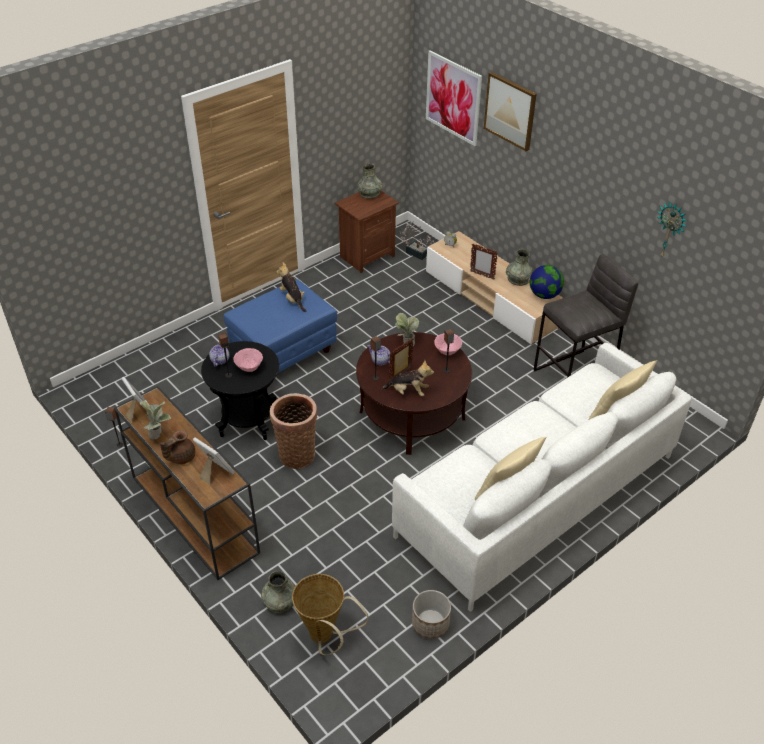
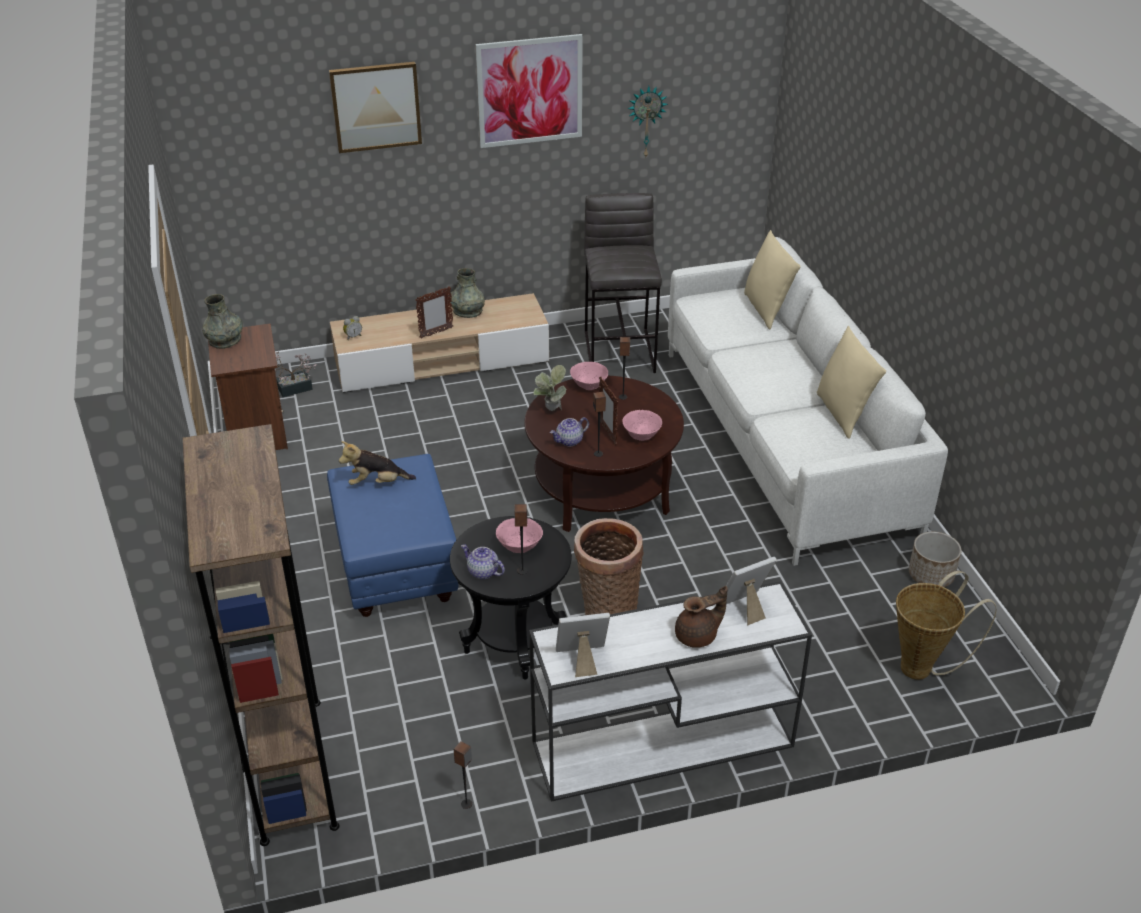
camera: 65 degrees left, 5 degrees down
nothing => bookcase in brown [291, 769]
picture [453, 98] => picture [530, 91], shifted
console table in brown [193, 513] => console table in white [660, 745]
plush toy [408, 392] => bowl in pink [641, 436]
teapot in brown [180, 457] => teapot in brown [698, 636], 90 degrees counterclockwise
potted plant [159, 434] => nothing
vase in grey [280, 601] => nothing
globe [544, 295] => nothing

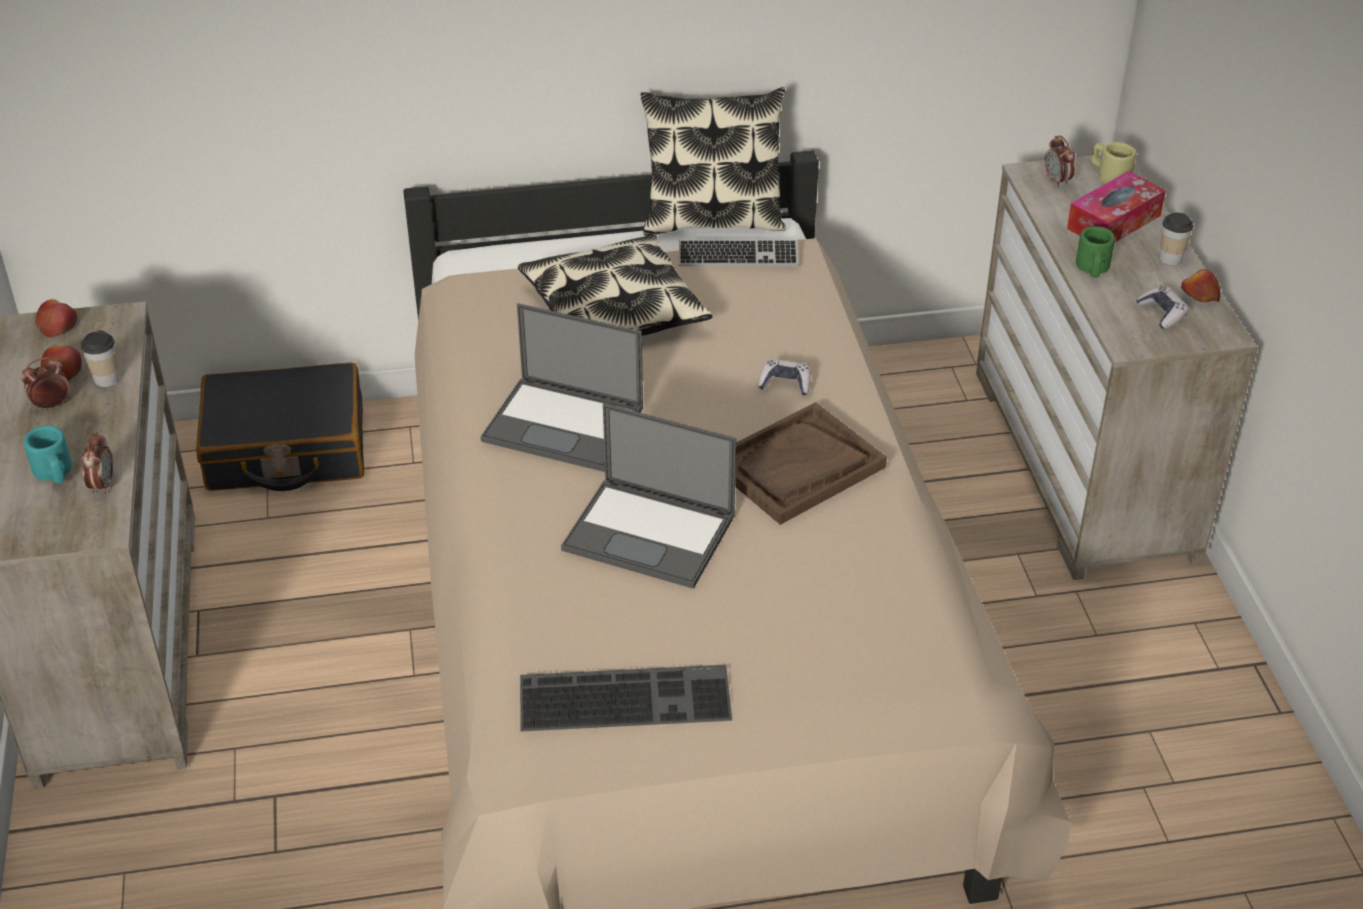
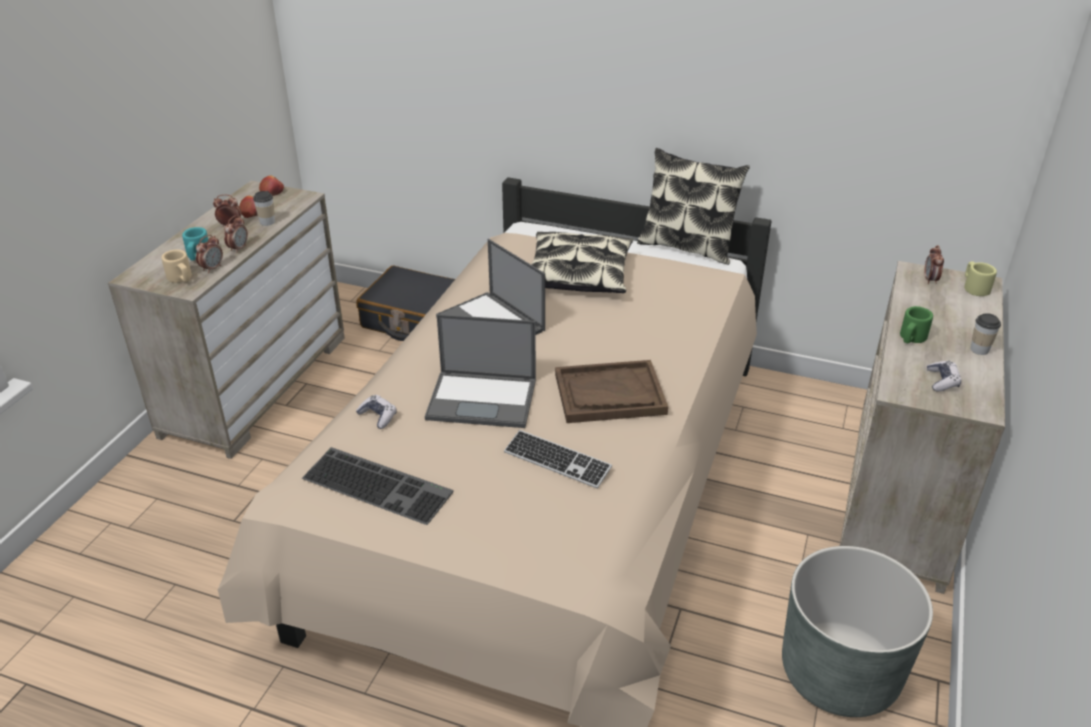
camera: 30 degrees right, 5 degrees down
nothing => mug in beige [181, 278]
nothing => alarm clock [238, 248]
game controller [785, 384] => game controller [378, 416], shifted
laptop [651, 533] => laptop [483, 399], 45 degrees counterclockwise
keyboard [738, 256] => keyboard [557, 461], shifted
nothing => planter in grey [839, 673]
tissue box [1114, 222] => nothing
apple [1199, 296] => nothing

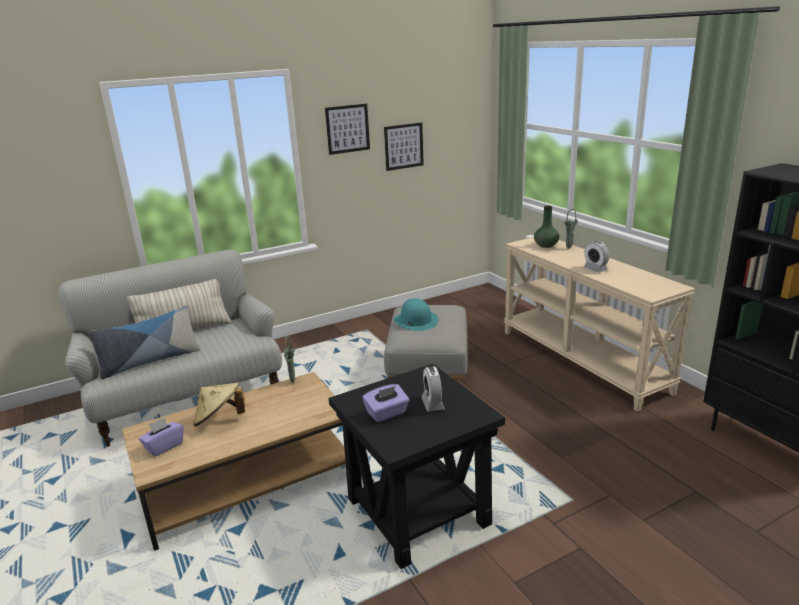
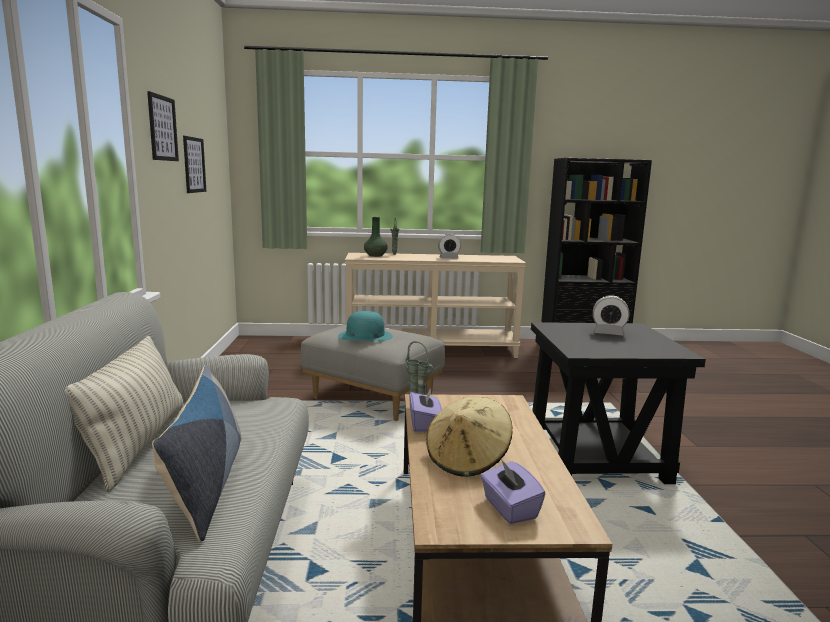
camera: 65 degrees left, 10 degrees down
tissue box in purple [387, 413] => tissue box in purple [424, 424], shifted

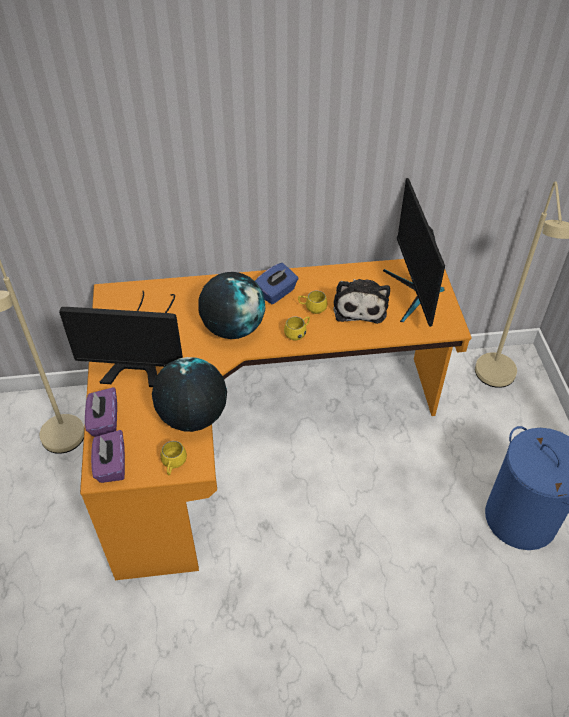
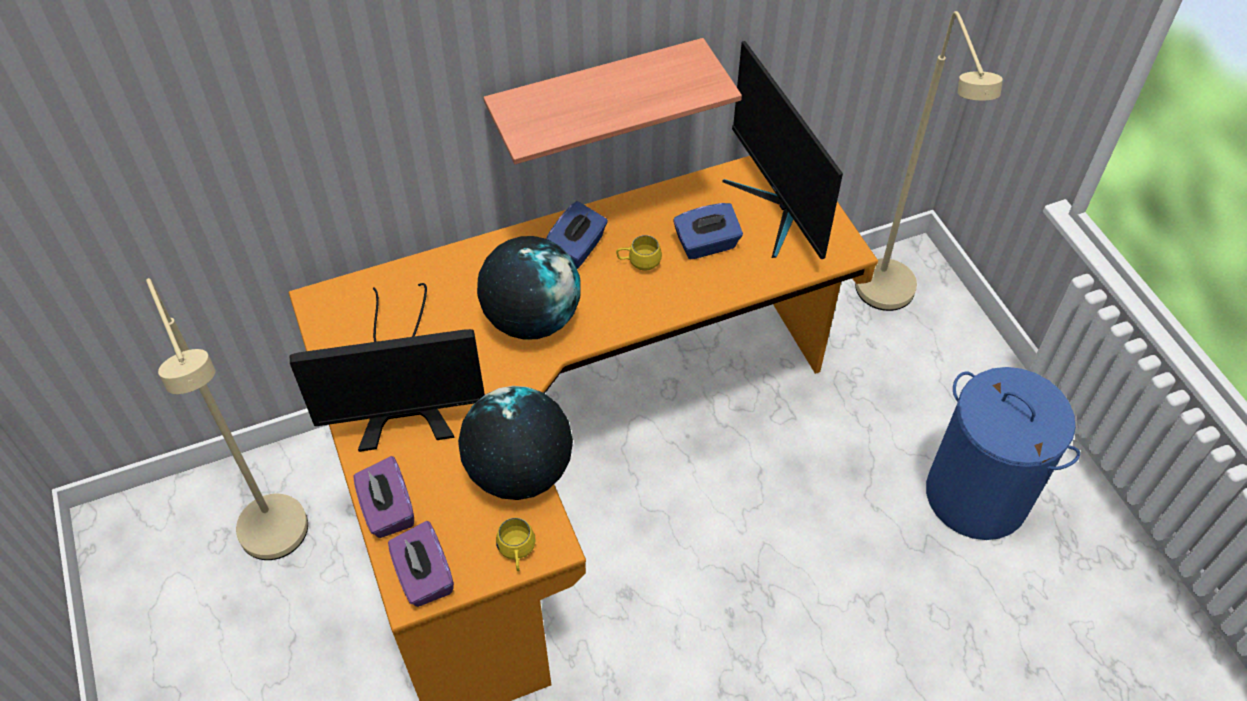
camera: 15 degrees left, 5 degrees up
nothing => shelf [596, 97]
plush toy [360, 306] => tissue box in blue [707, 245]
mug in yellow [298, 333] => nothing

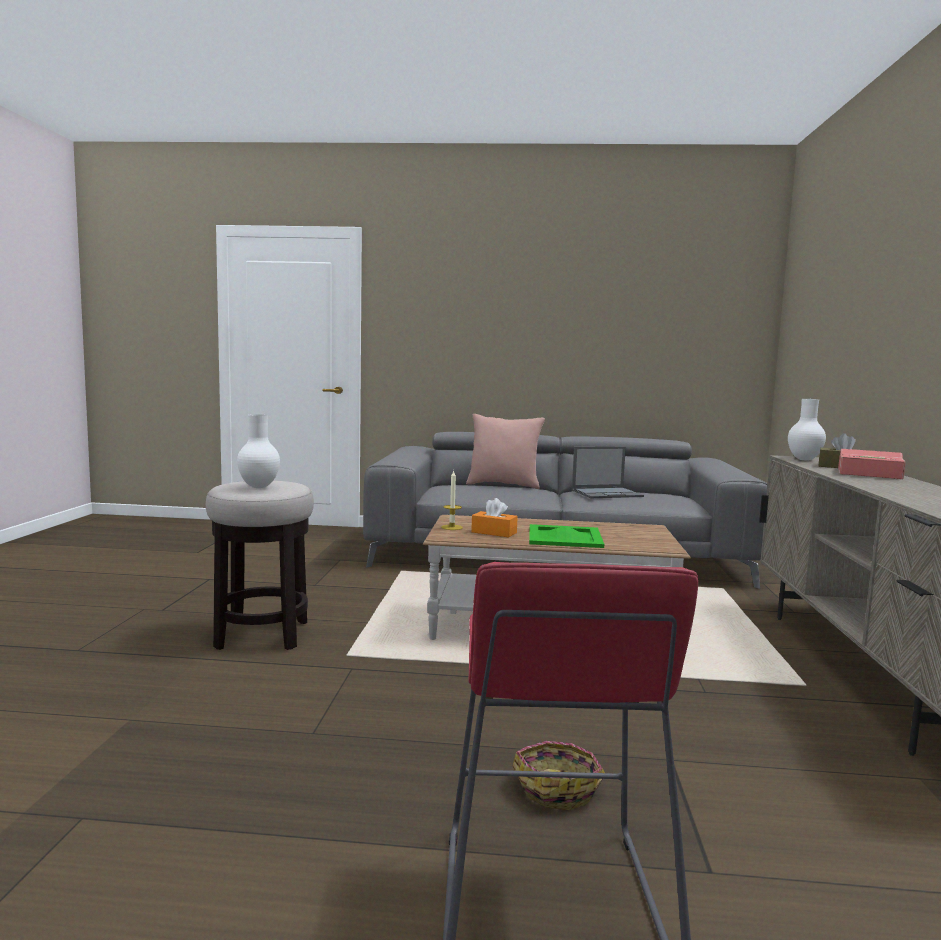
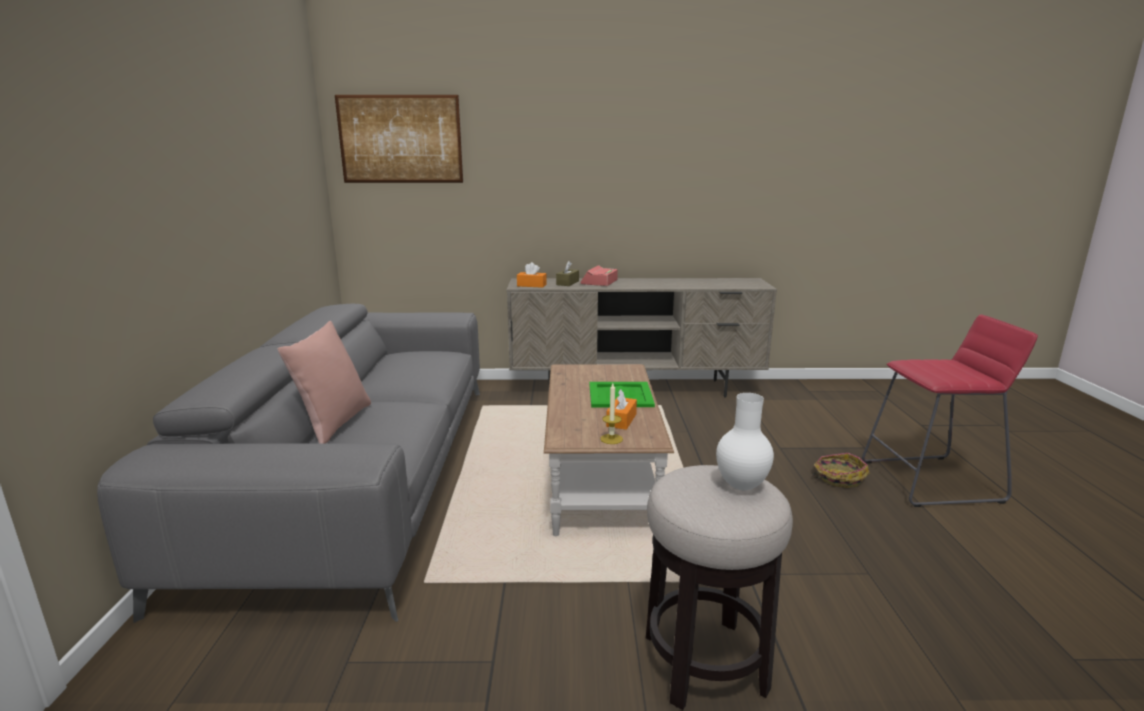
camera: 95 degrees left, 10 degrees up
nothing => picture [400, 139]
vase in white [803, 459] => tissue box in orange [531, 285]
laptop [607, 493] => nothing

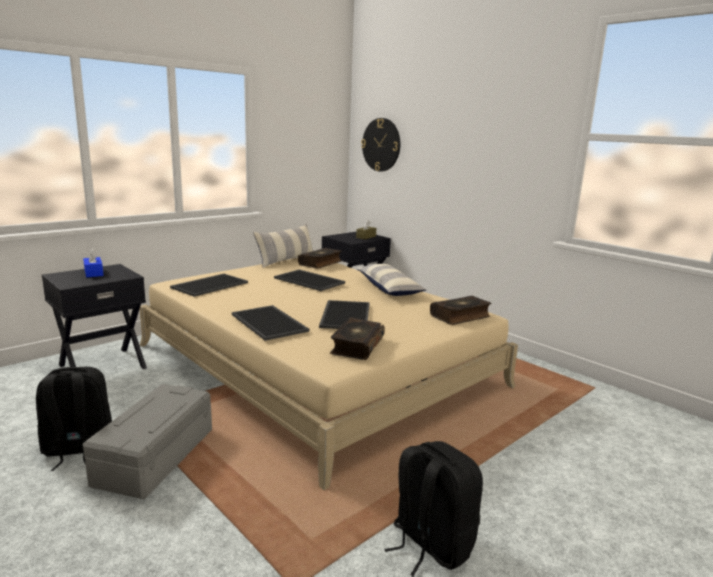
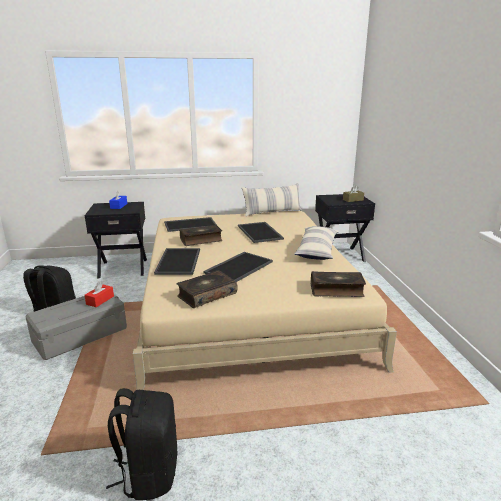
camera: 35 degrees right, 5 degrees up
nothing => tissue box in red [100, 300]
book [320, 263] => book [201, 240], shifted
wall clock [381, 145] => nothing

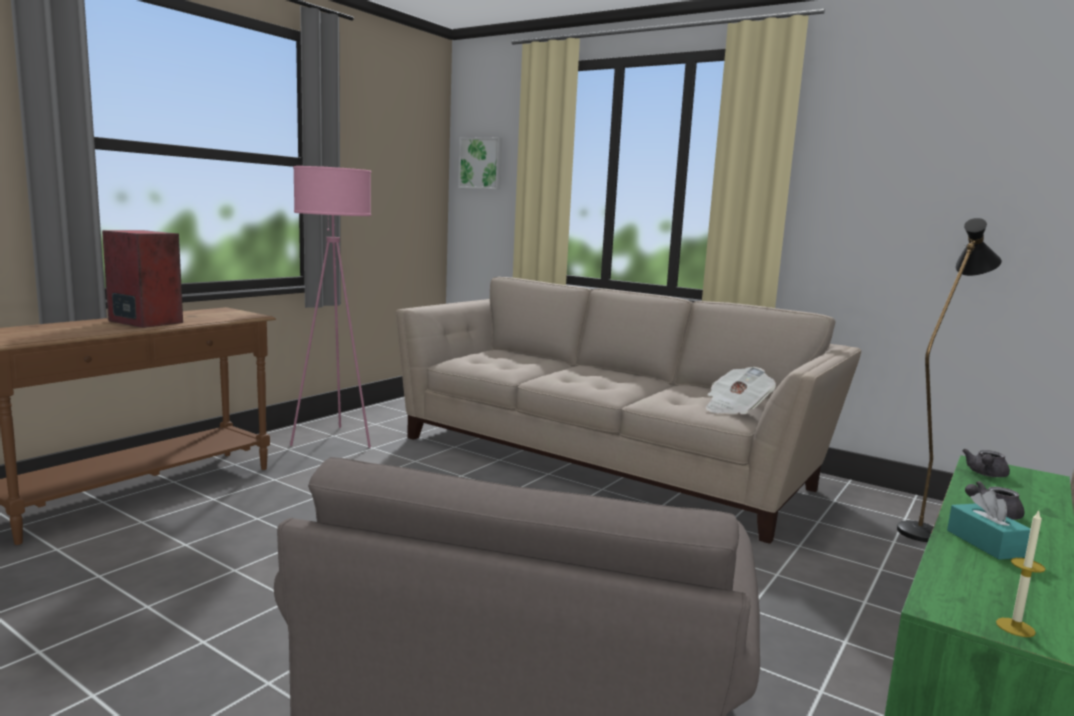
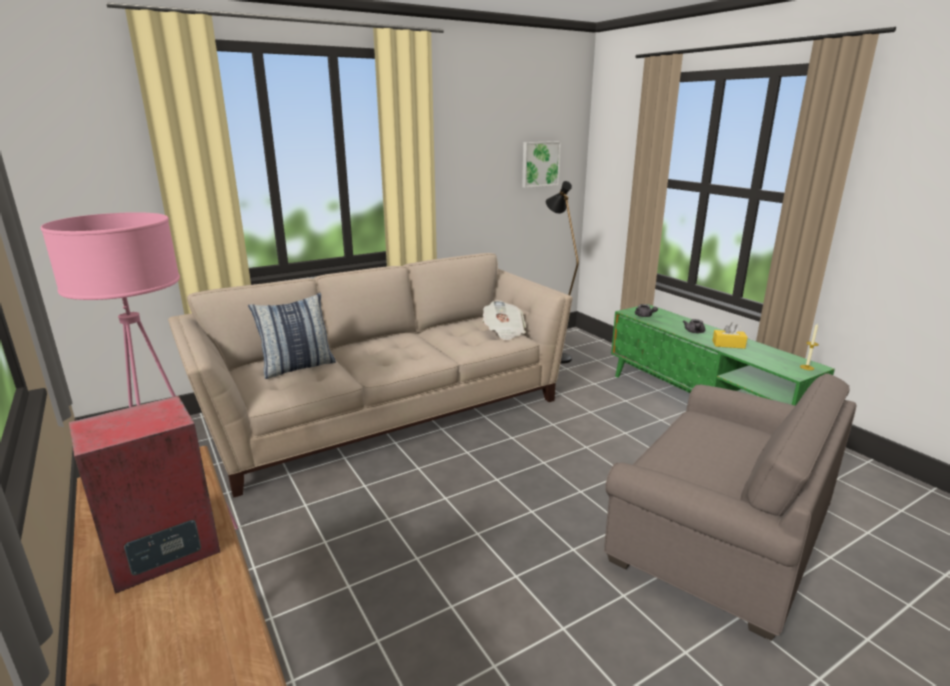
camera: 65 degrees left, 10 degrees up
nothing => pillow [298, 367]
picture [481, 163] => picture [539, 164], shifted
tissue box in turquoise [985, 543] => tissue box in yellow [728, 345]

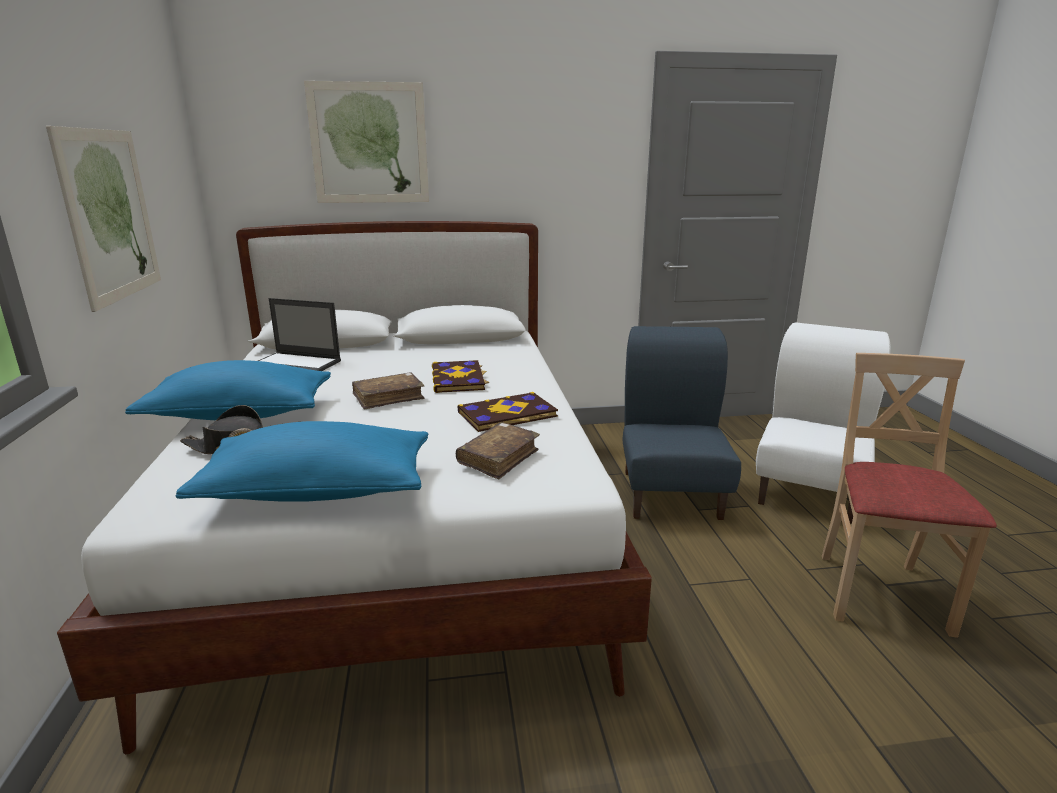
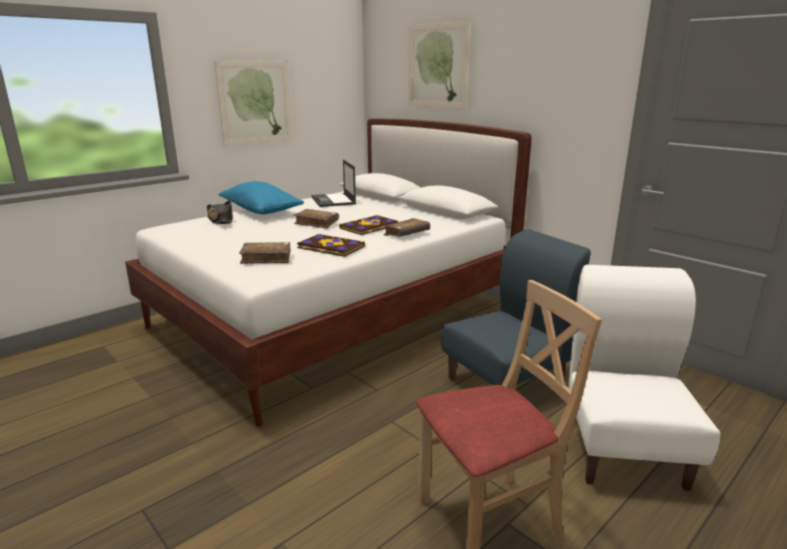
camera: 55 degrees right, 0 degrees up
nothing => book in brown [406, 234]
chair in white [809, 491] => chair in white [623, 449], 75 degrees counterclockwise
pillow in blue [318, 491] => nothing

